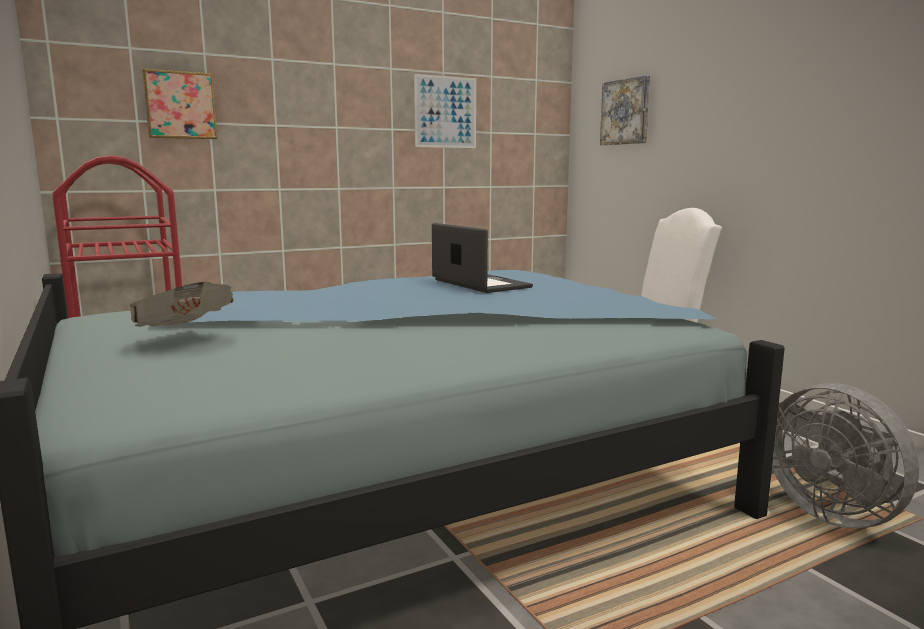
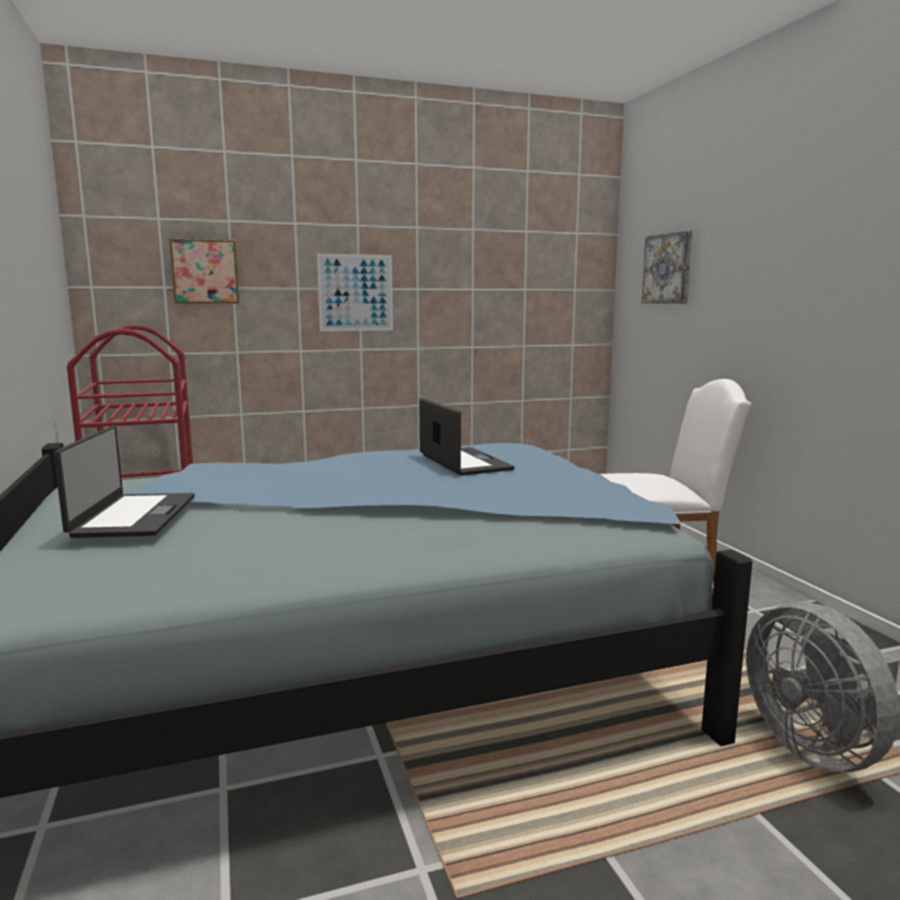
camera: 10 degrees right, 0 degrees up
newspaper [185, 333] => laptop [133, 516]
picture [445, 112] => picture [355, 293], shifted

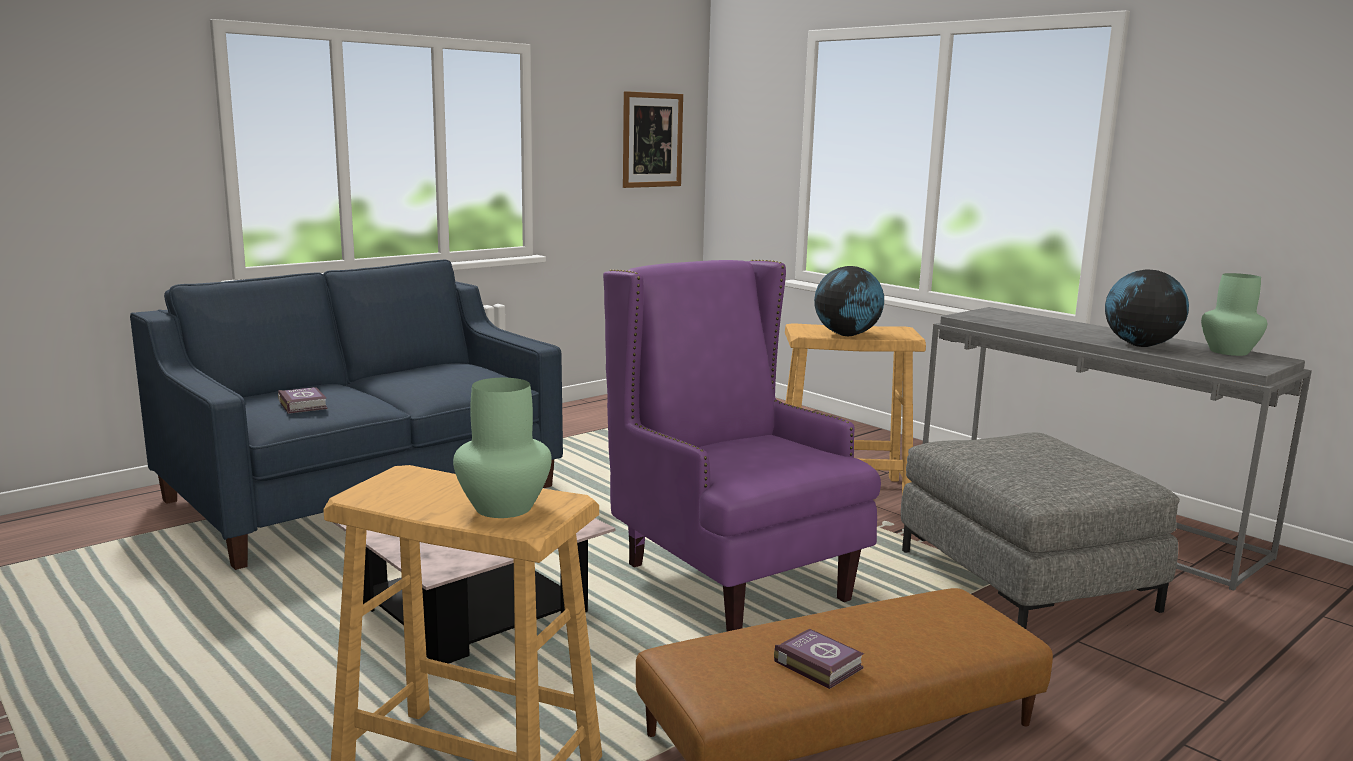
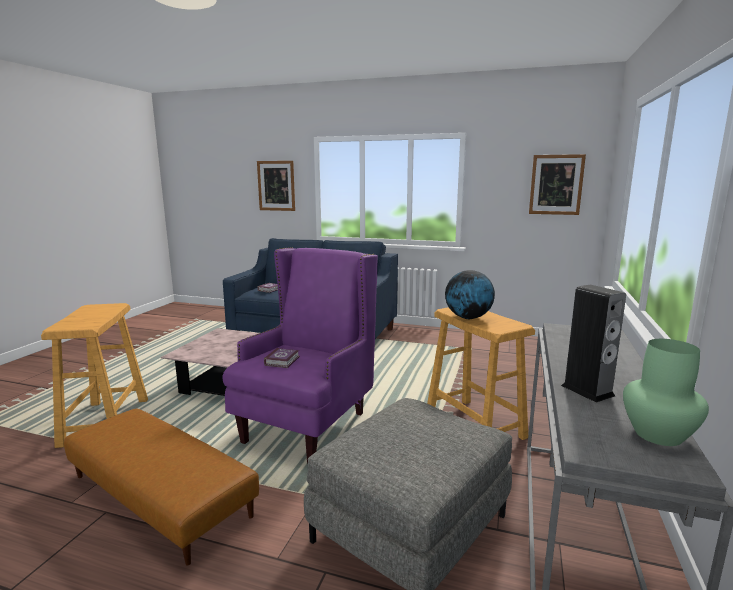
camera: 60 degrees right, 0 degrees up
nothing => picture [276, 186]
book [817, 663] => book [283, 360], shifted
globe [1140, 345] => speaker [587, 390]
vase in green [502, 508] => nothing

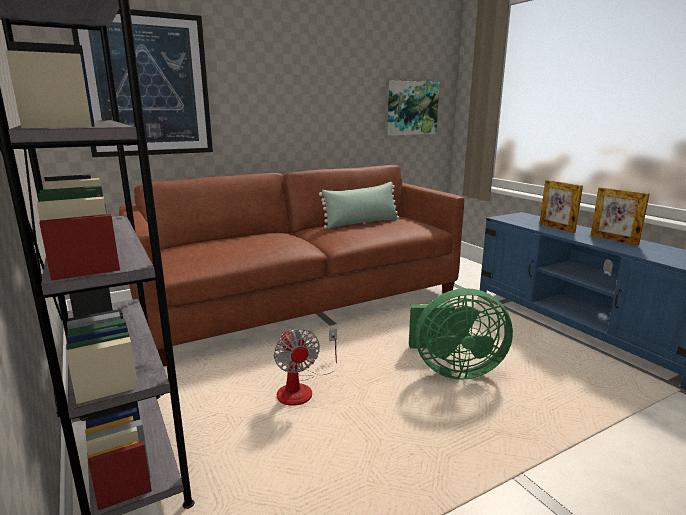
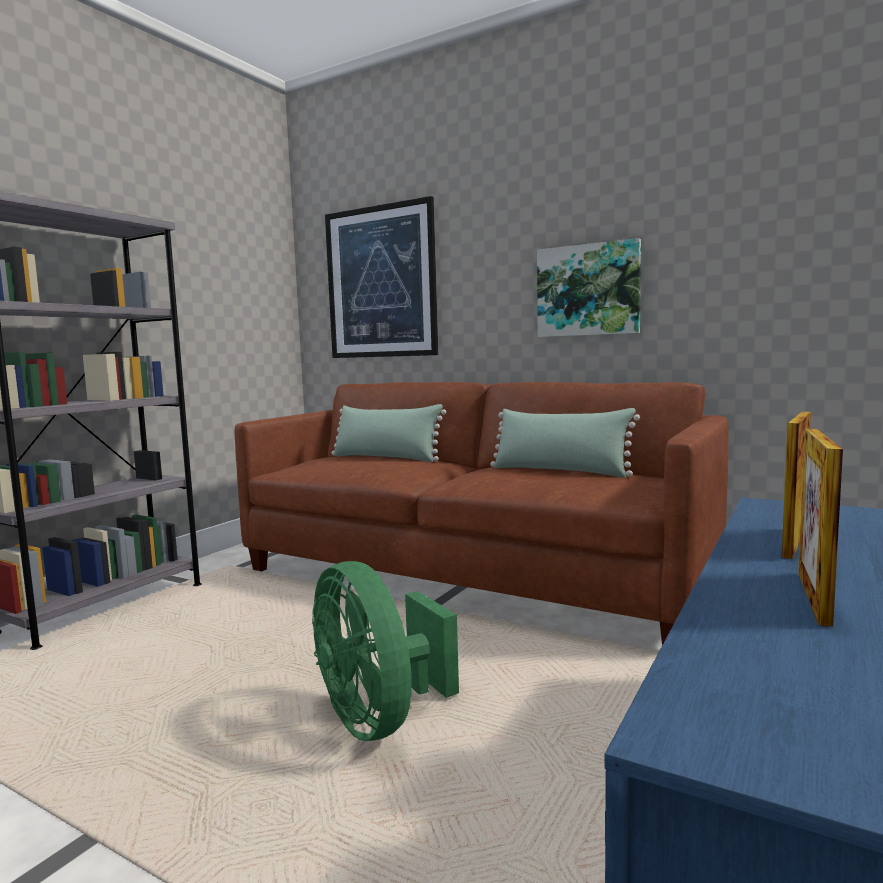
camera: 60 degrees right, 10 degrees down
nothing => pillow in green [386, 458]
picture [412, 108] => picture [588, 290], shifted
fan [302, 389] => nothing

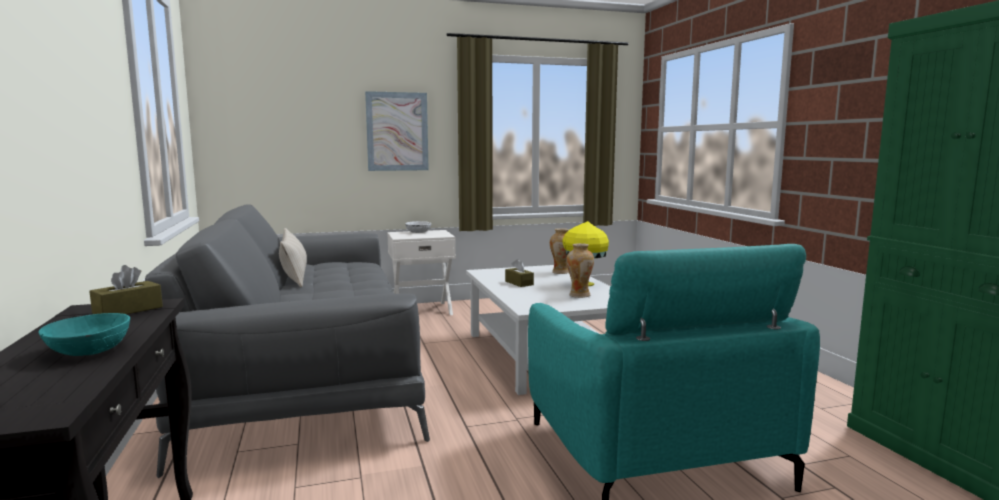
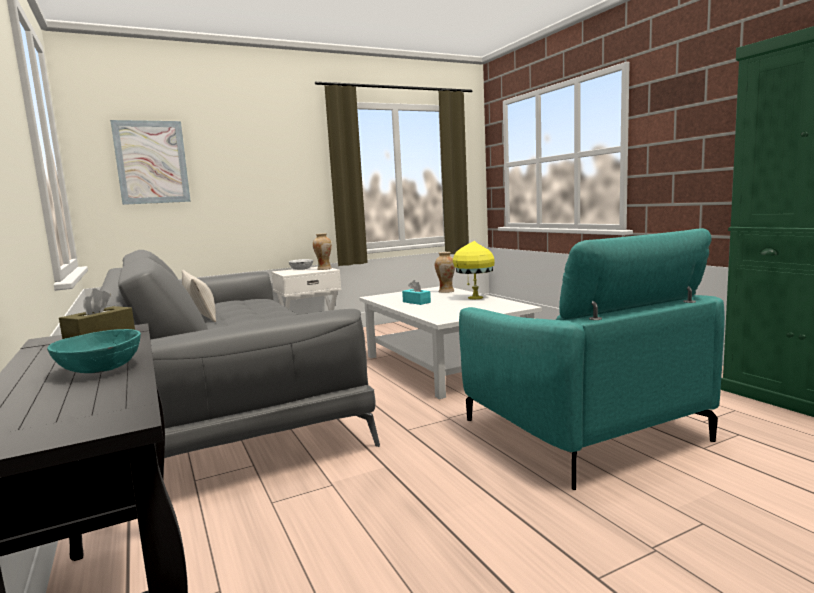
camera: 10 degrees left, 0 degrees up
picture [397, 131] => picture [151, 162], shifted
vase [579, 295] => vase [324, 269], shifted
tissue box in brown [519, 283] => tissue box in turquoise [416, 302]

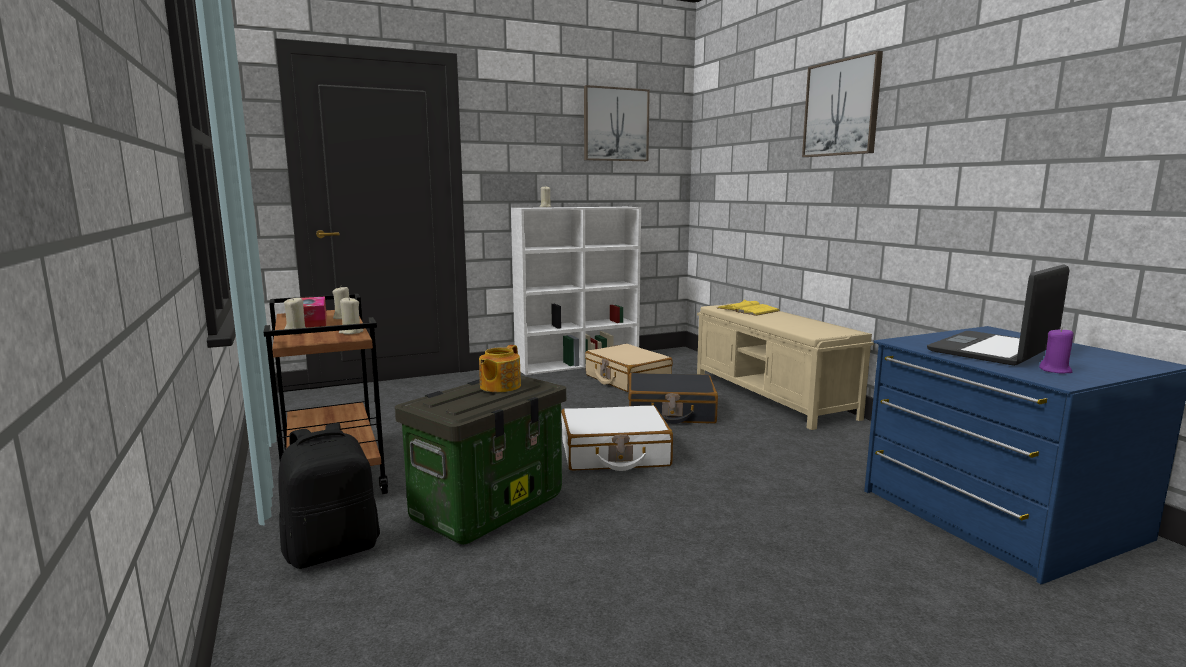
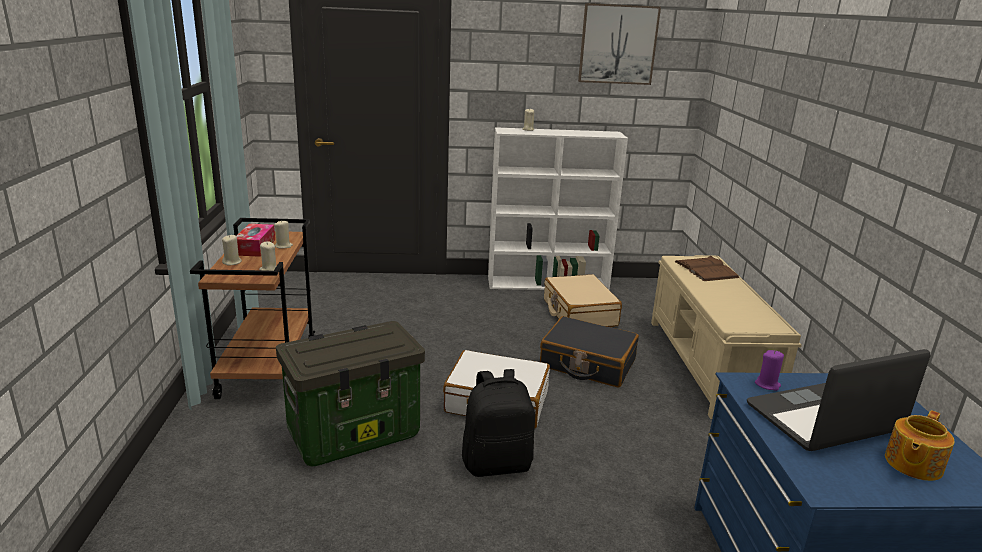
camera: 20 degrees right, 10 degrees up
backpack in black [333, 550] => backpack in black [497, 463], shifted
book in yellow [747, 309] => book in brown [706, 269]
candle in purple [1055, 370] => candle in purple [767, 385], shifted
teapot [499, 386] => teapot [912, 464], shifted
picture [842, 108] => nothing

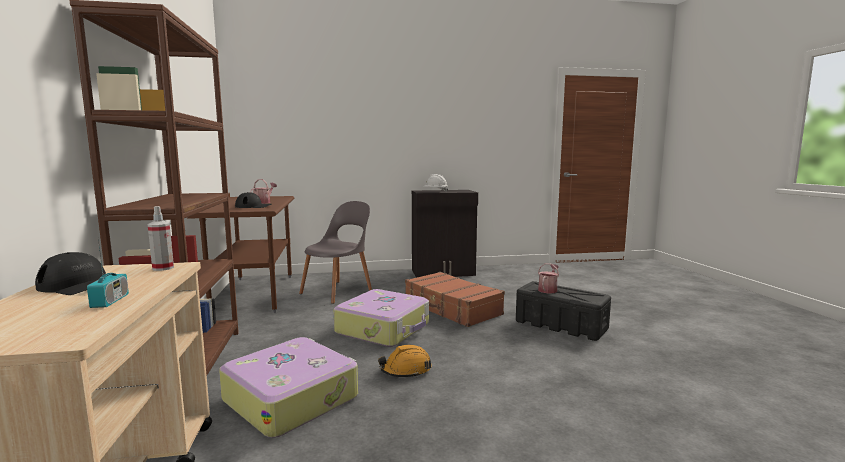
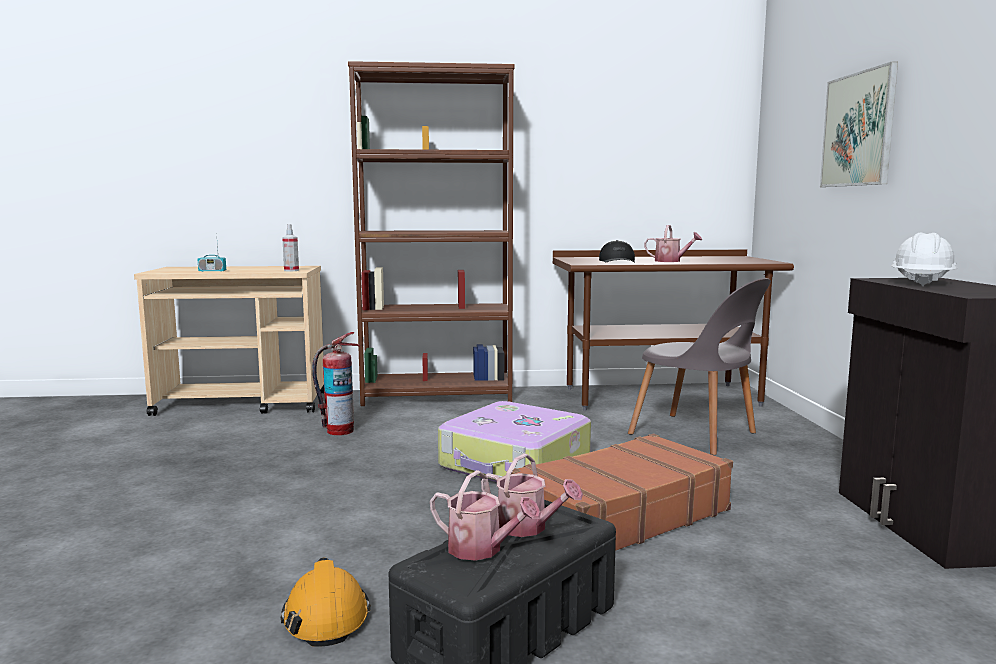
camera: 95 degrees right, 0 degrees up
hard hat in orange [406, 370] => hard hat in orange [325, 617], shifted
suitcase [291, 398] => fire extinguisher [339, 431]
nothing => watering can [481, 549]
nothing => picture [858, 129]
cap in black [79, 285] => nothing

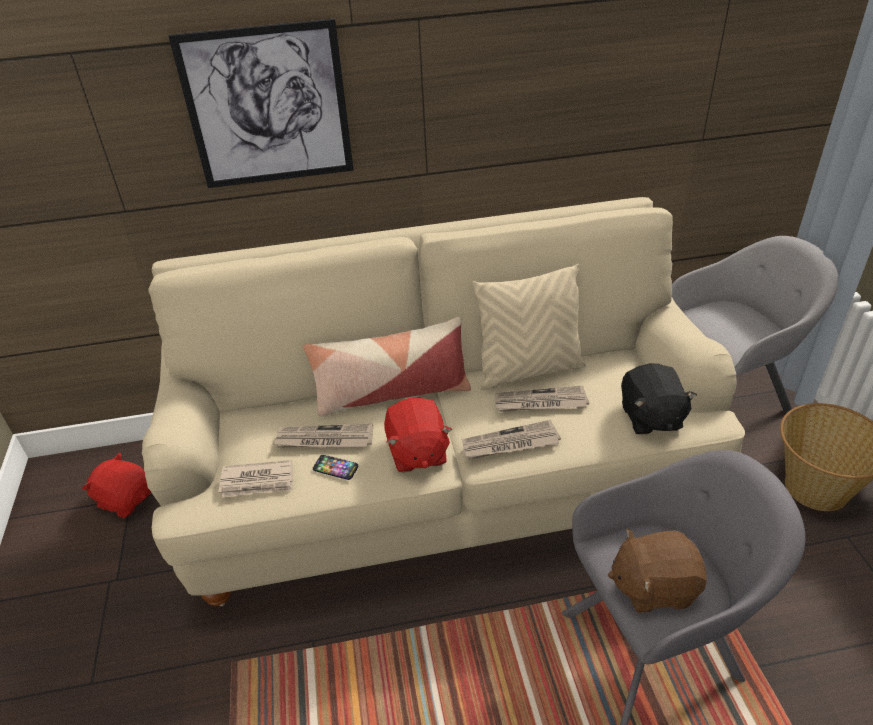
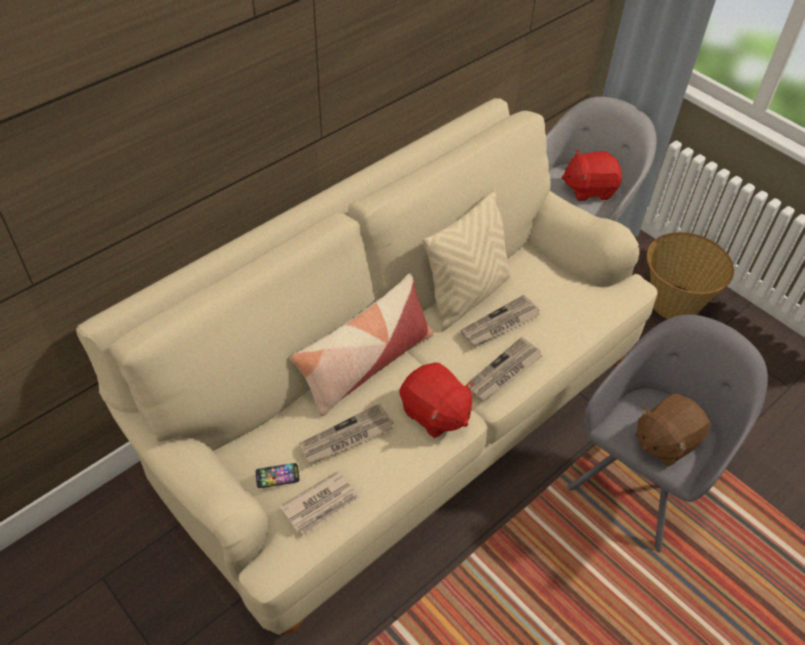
camera: 35 degrees left, 10 degrees up
phone [335, 468] => phone [277, 476], shifted
plush toy in red [126, 499] => plush toy in red [589, 189], shifted
picture [268, 107] => nothing
plush toy in black [650, 417] => nothing

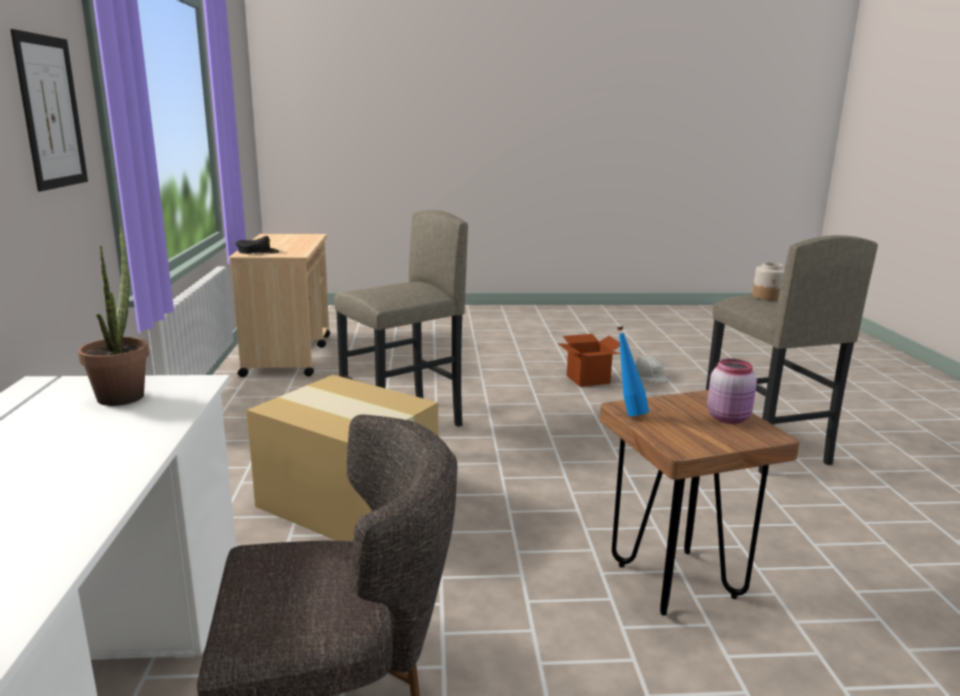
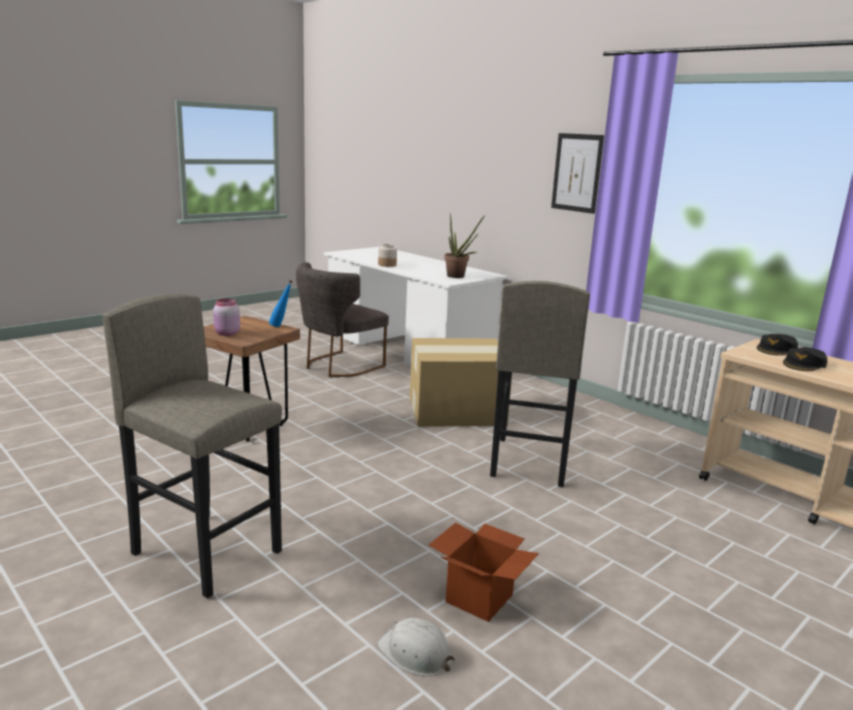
camera: 140 degrees right, 0 degrees up
jar [768, 297] => jar [387, 265], shifted
nothing => cap in black [804, 364]

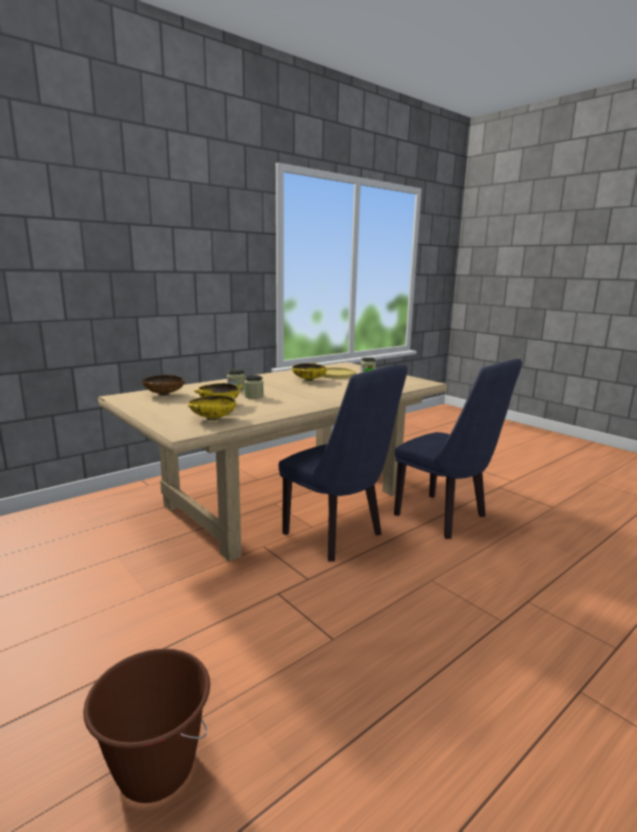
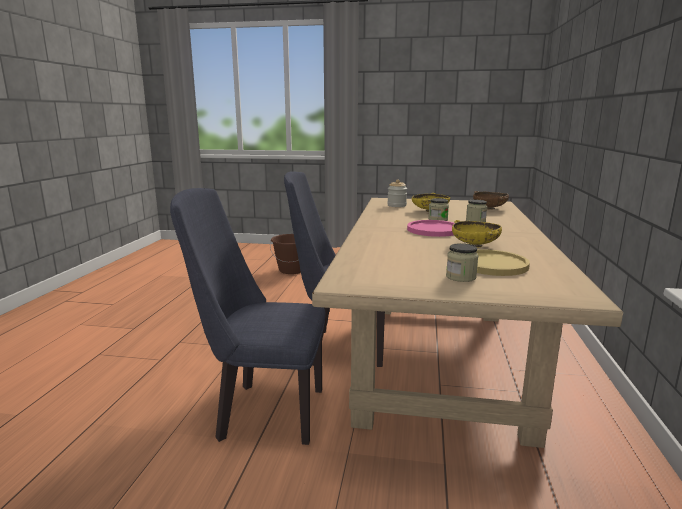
camera: 140 degrees right, 0 degrees up
bowl in yellow [213, 418] => jar [396, 205]
nothing => plate in pink [433, 230]

